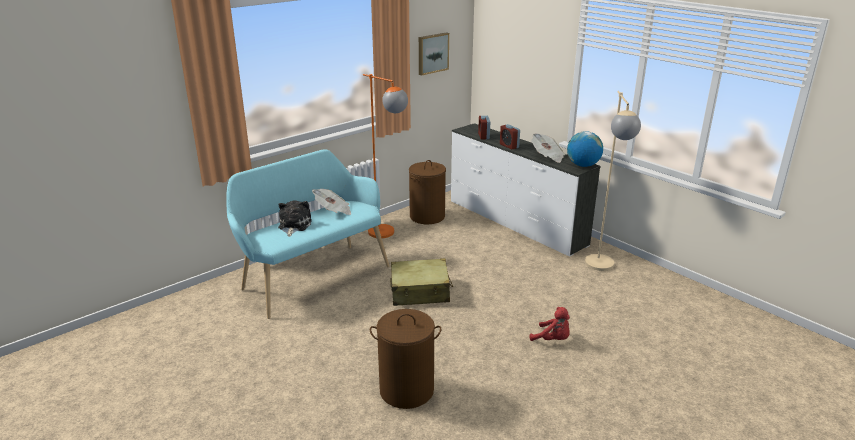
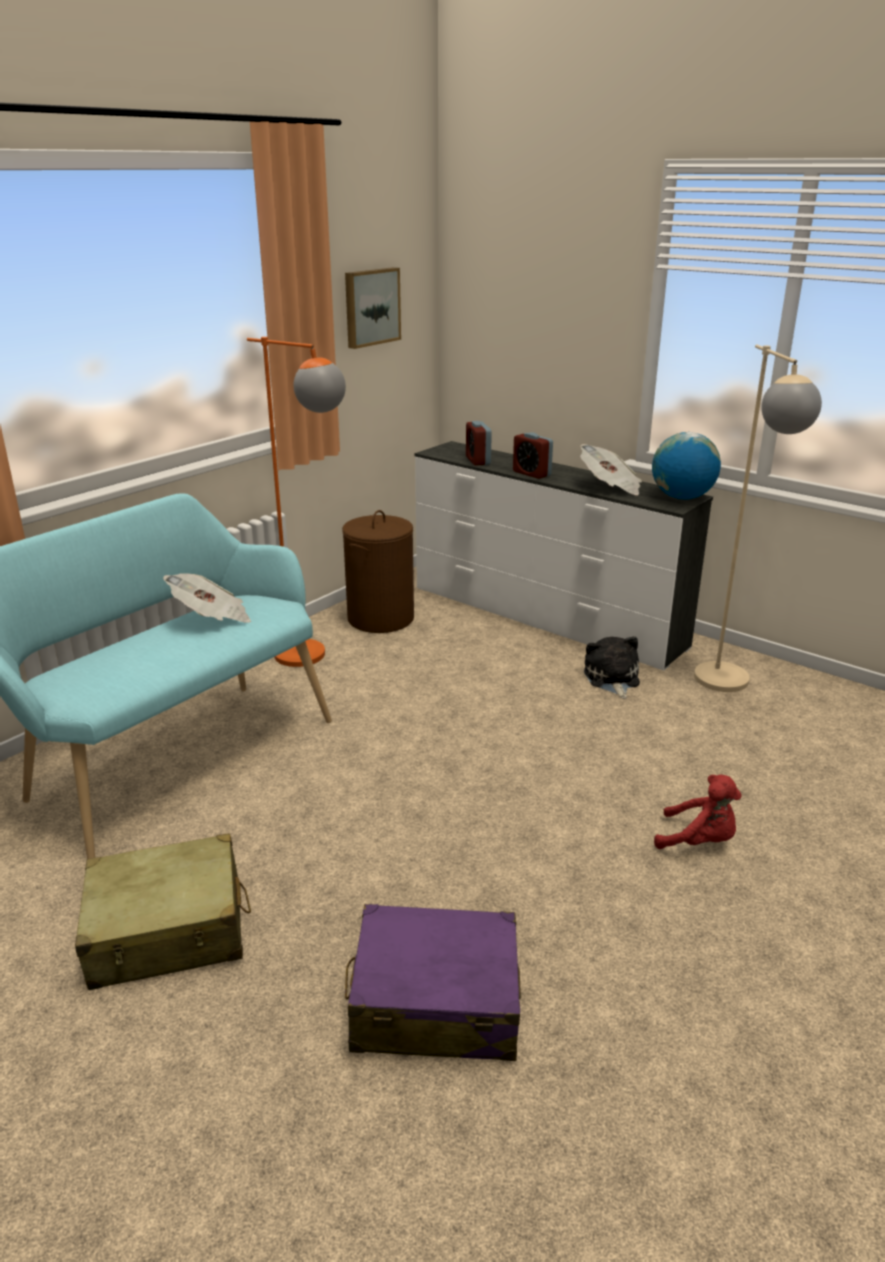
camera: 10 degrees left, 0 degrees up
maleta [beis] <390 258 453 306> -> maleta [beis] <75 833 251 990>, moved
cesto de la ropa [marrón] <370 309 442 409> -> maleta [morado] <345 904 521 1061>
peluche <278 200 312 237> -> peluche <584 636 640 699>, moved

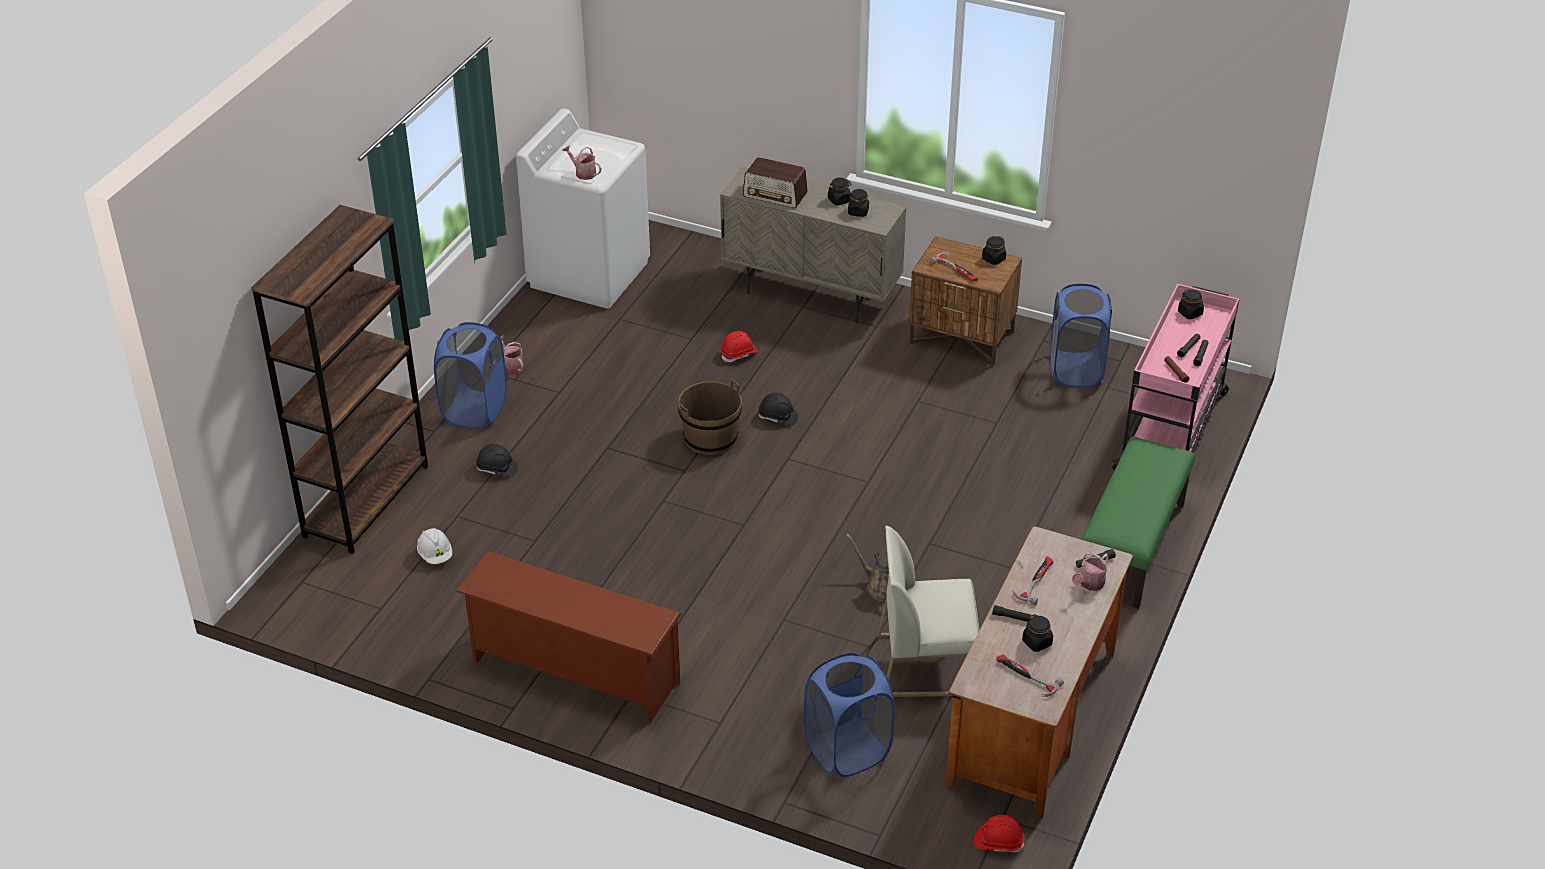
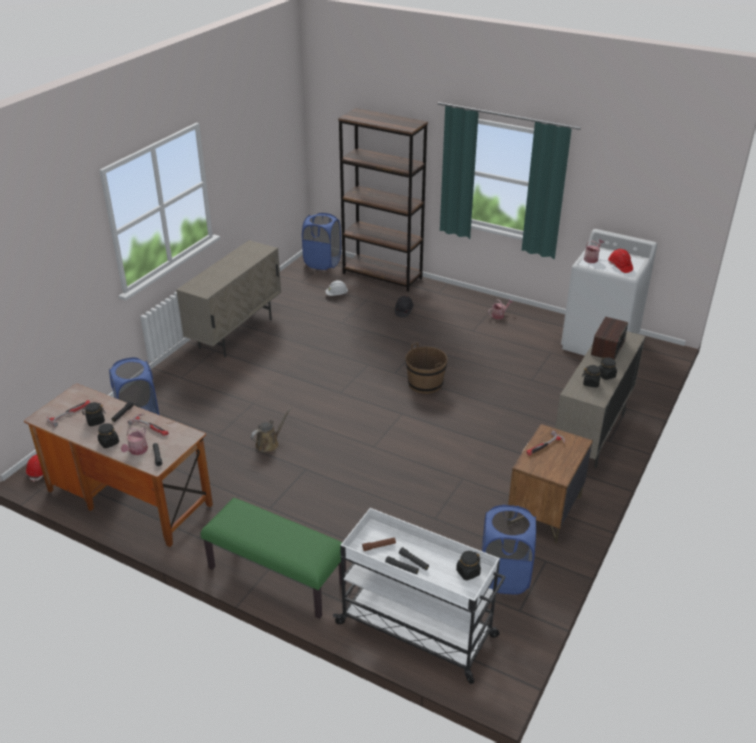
camera: 95 degrees right, 5 degrees down
tarro [negro] <982 236 1006 265> -> tarro [negro] <98 423 119 448>, moved
regadera <1072 552 1109 591> -> regadera <121 427 148 455>, 120 degrees counterclockwise
zapatero [marrón] <456 551 681 723> -> armario [beis] <176 240 281 358>
cesto de la ropa [azul] <434 322 506 429> -> cesto de la ropa [azul] <302 213 341 270>, moved
carrito [rosa] <1111 284 1239 482> -> carrito [blanco] <333 508 506 684>
casco [rojo] <721 331 758 362> -> casco [rojo] <608 249 633 273>, moved
casco [negro] <758 393 798 426> -> none
silla [blanco] <878 526 980 697> -> none

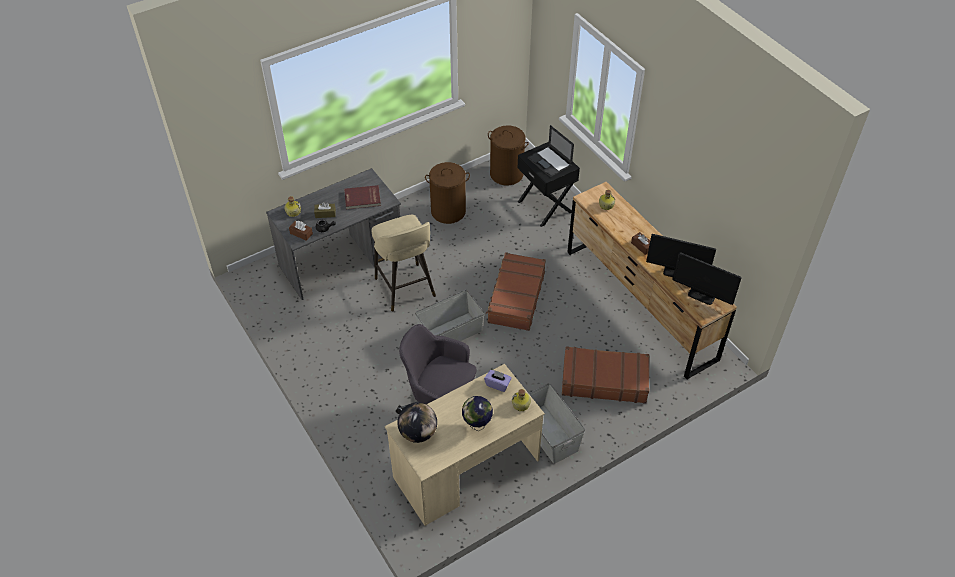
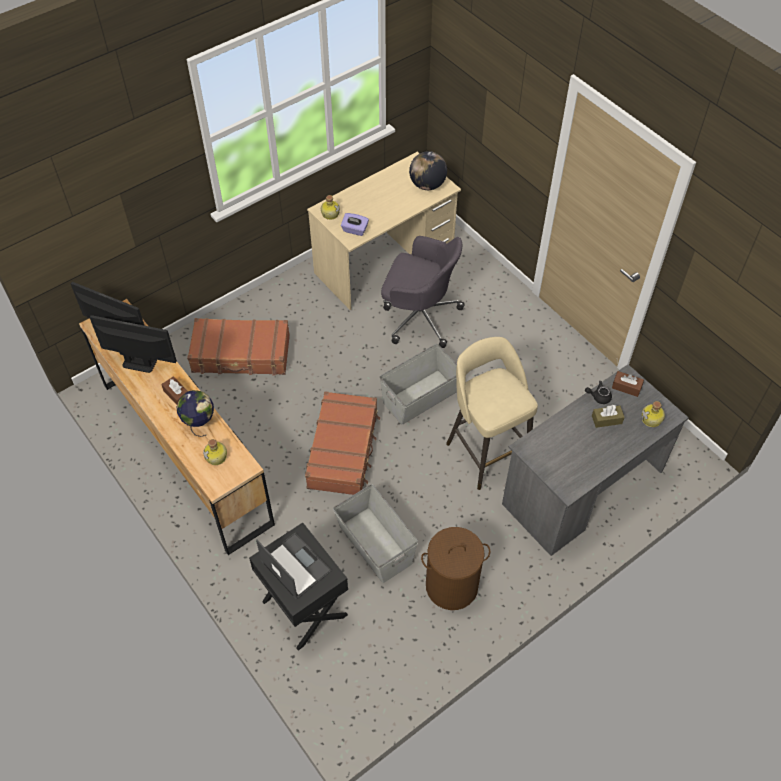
camera: 175 degrees right, 5 degrees up
globo terráqueo <462 396 493 431> -> globo terráqueo <177 390 214 437>, moved
caja de almacenaje [gris] <529 383 585 464> -> caja de almacenaje [gris] <333 484 418 583>, moved
libro [rojo] <344 185 381 209> -> none
cesto de la ropa [marrón] <488 125 529 185> -> none

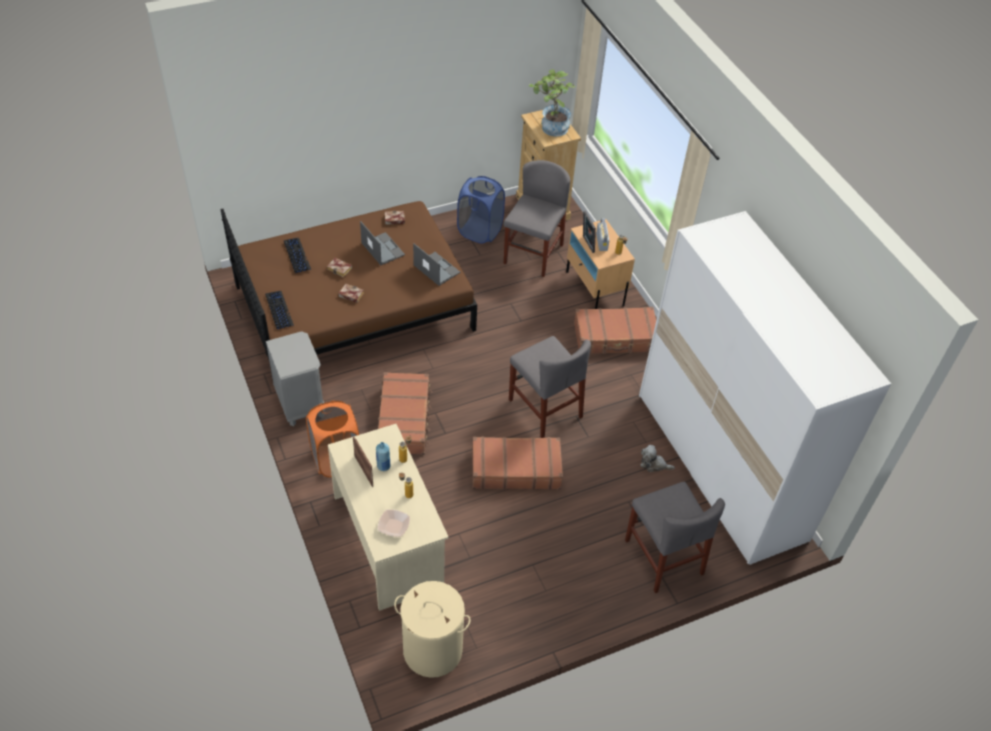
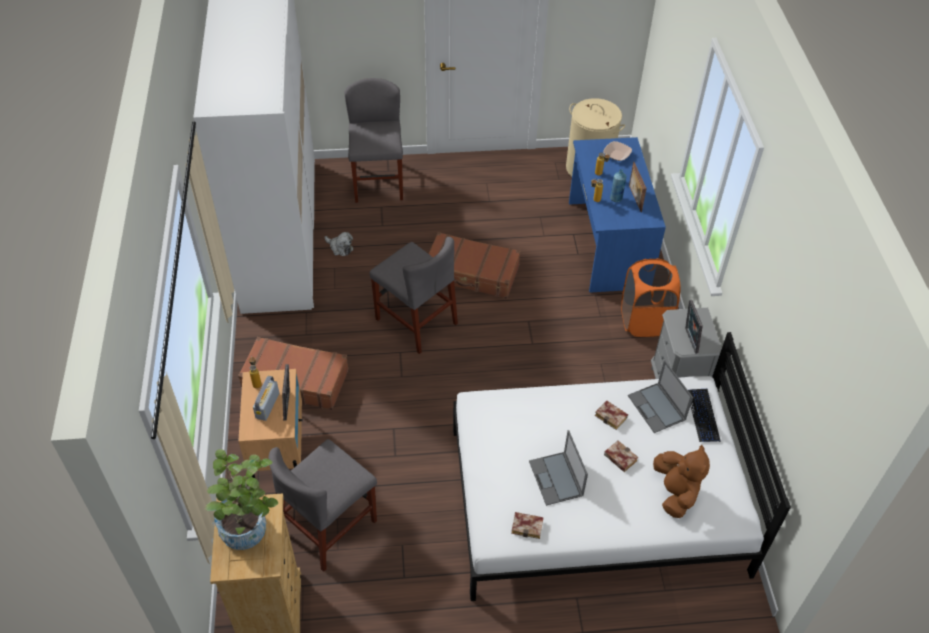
camera: 160 degrees left, 0 degrees up
silla [gris] <509 336 591 438> -> silla [gris] <370 237 458 354>, 150 degrees clockwise
cama [marrón] <220 201 477 379> -> cama [blanco] <453 332 791 601>
escritorio [beis] <328 424 449 611> -> escritorio [azul] <569 137 666 293>
portátil <413 243 460 286> -> portátil <628 360 693 433>, moved
teclado <284 238 311 274> -> peluche [marrón] <653 445 710 518>
none -> portarretratos <685 300 703 354>
maleta [marrón] <378 372 433 455> -> none
cesto de la ropa [azul] <457 176 505 244> -> none

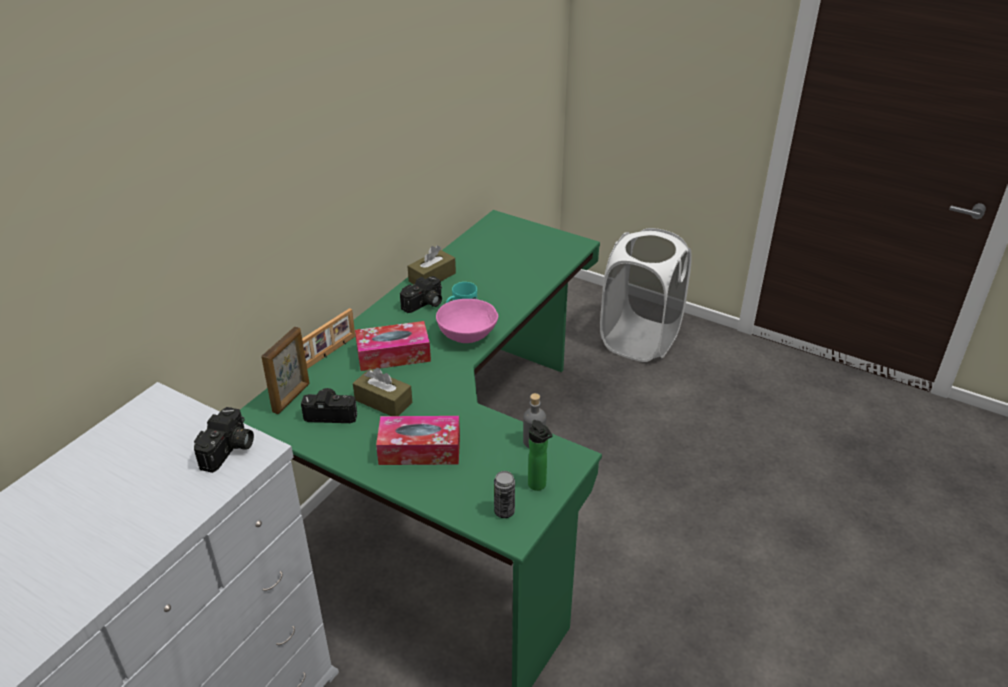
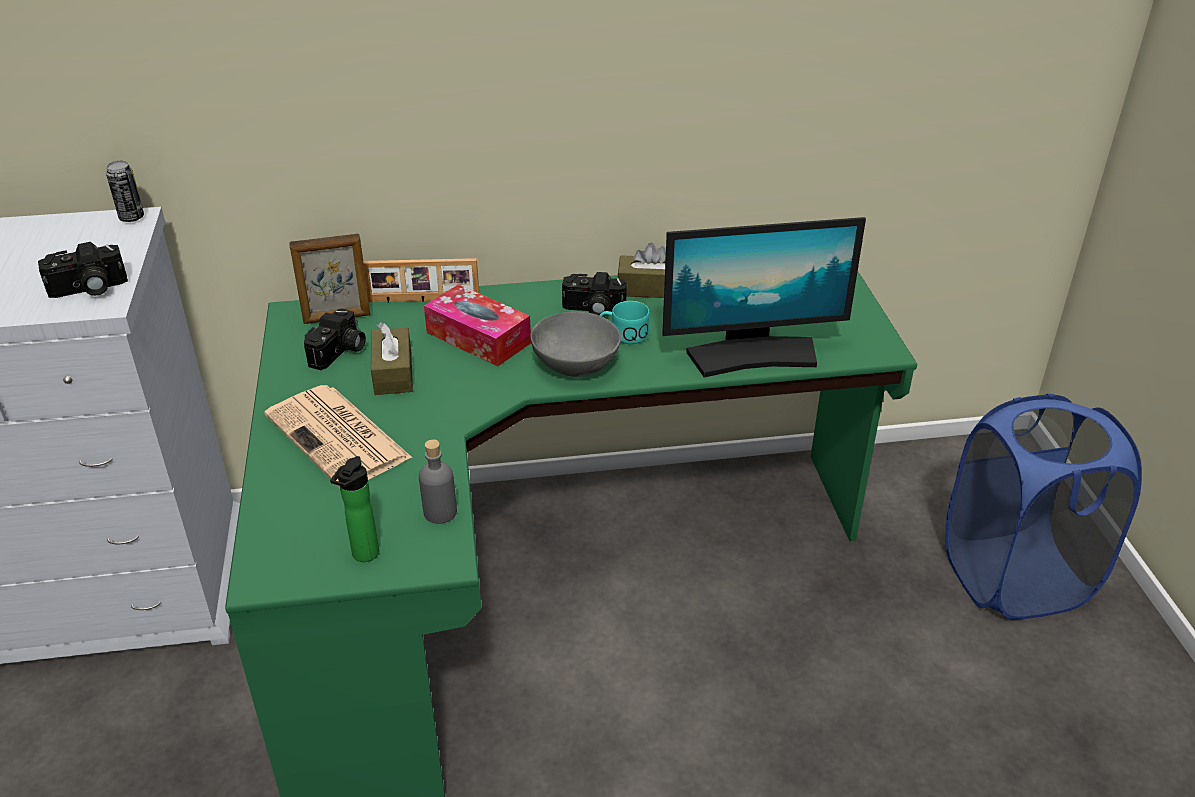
camera: 50 degrees right, 0 degrees up
lata <494 471 515 518> -> lata <106 161 144 222>, moved
caja de pañuelos <376 416 460 465> -> periódico <264 385 413 488>
cámara <301 388 357 423> -> cámara <304 309 366 370>, 60 degrees clockwise
cuenco [rosa] <436 299 498 343> -> cuenco [gris] <530 311 621 377>
none -> monitor <662 217 866 377>
cesto de la ropa [blanco] <600 228 692 362> -> cesto de la ropa [azul] <946 394 1142 620>

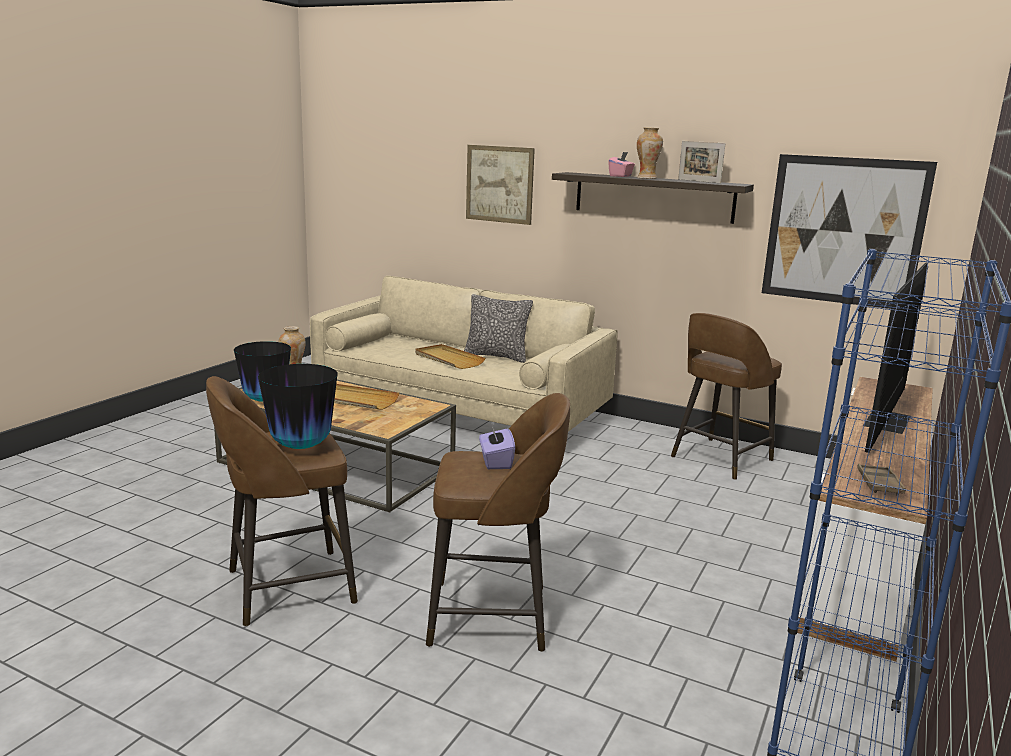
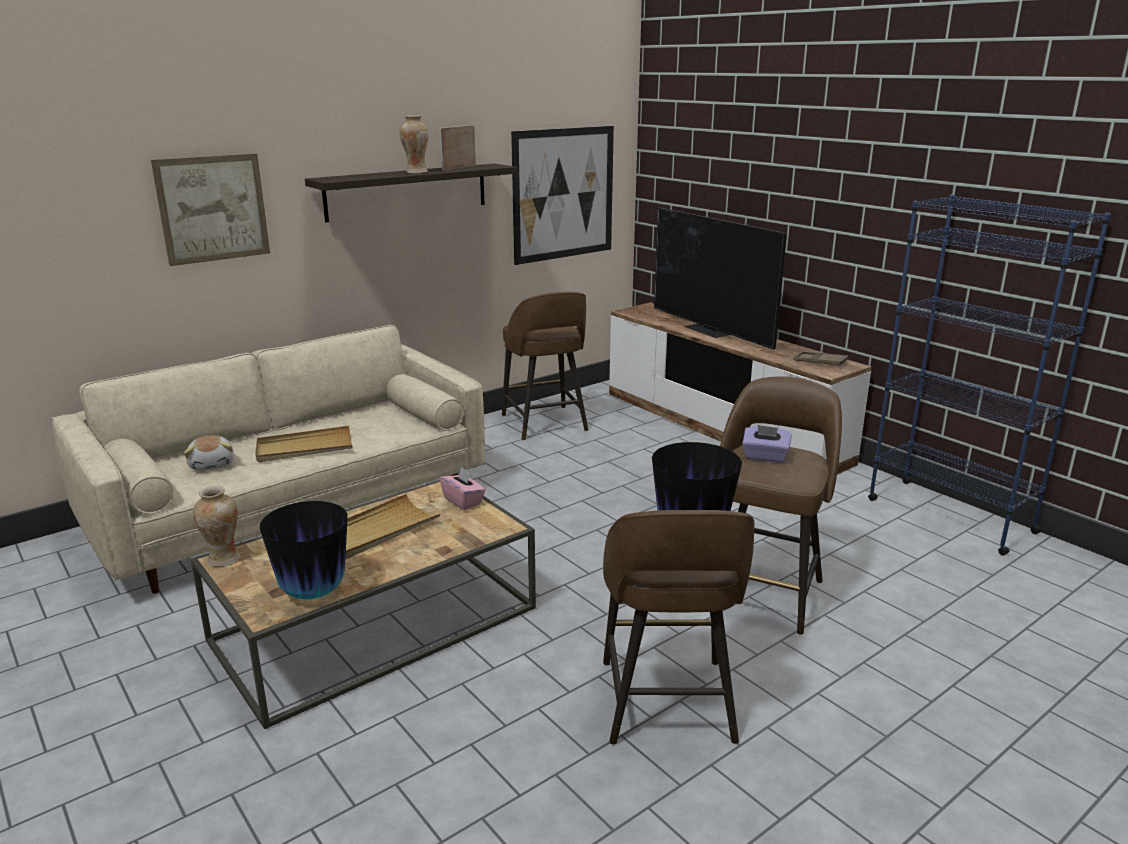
camera: 65 degrees left, 5 degrees up
none -> peluche <184 435 234 471>
portarretratos <678 141 726 184> -> portarretratos <440 125 476 170>, 135 degrees clockwise
caja de pañuelos [rosa] <608 152 635 177> -> caja de pañuelos [rosa] <440 467 485 510>, moved
cojín <464 294 533 363> -> none

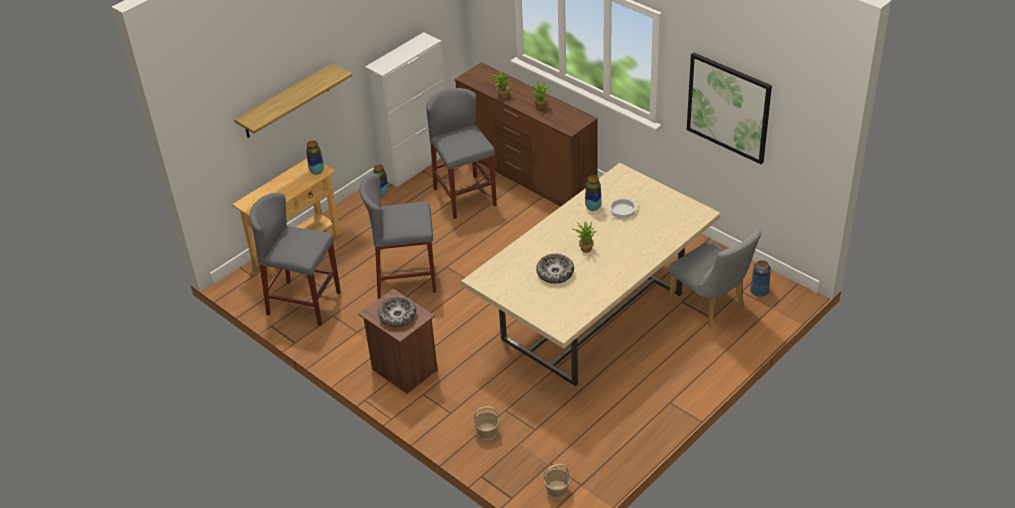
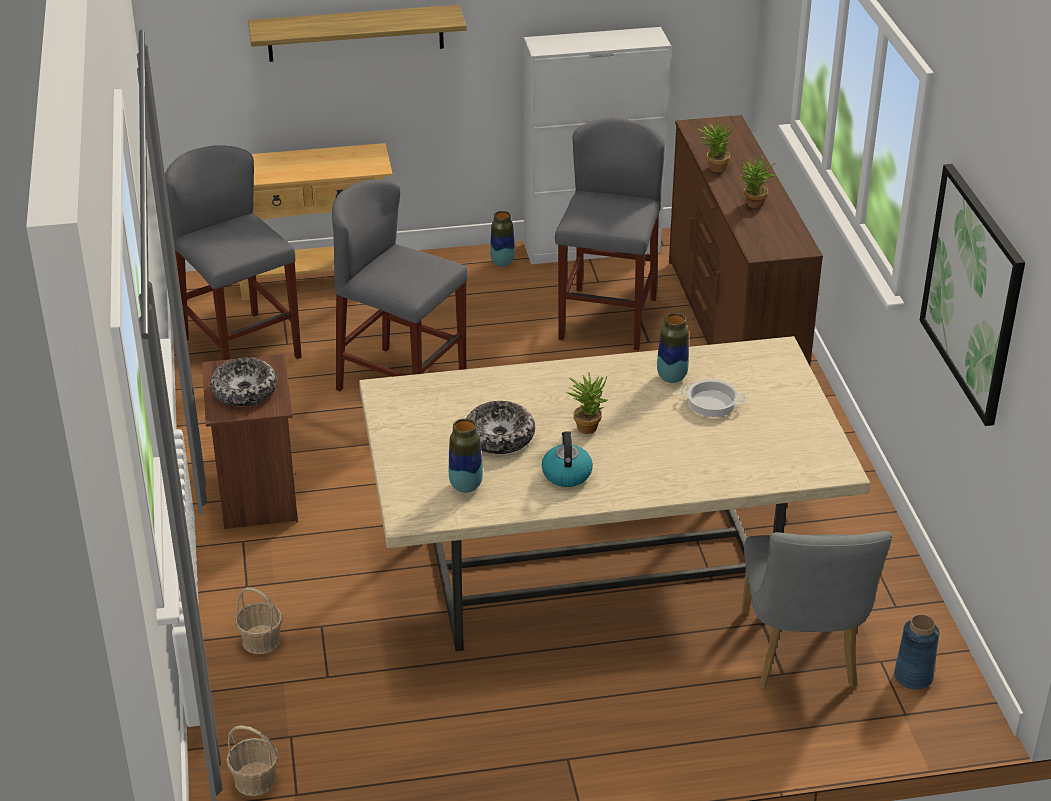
camera: 35 degrees right, 5 degrees down
florero <306 141 324 175> -> florero <449 419 483 493>, moved
none -> hervidor <542 431 593 487>

